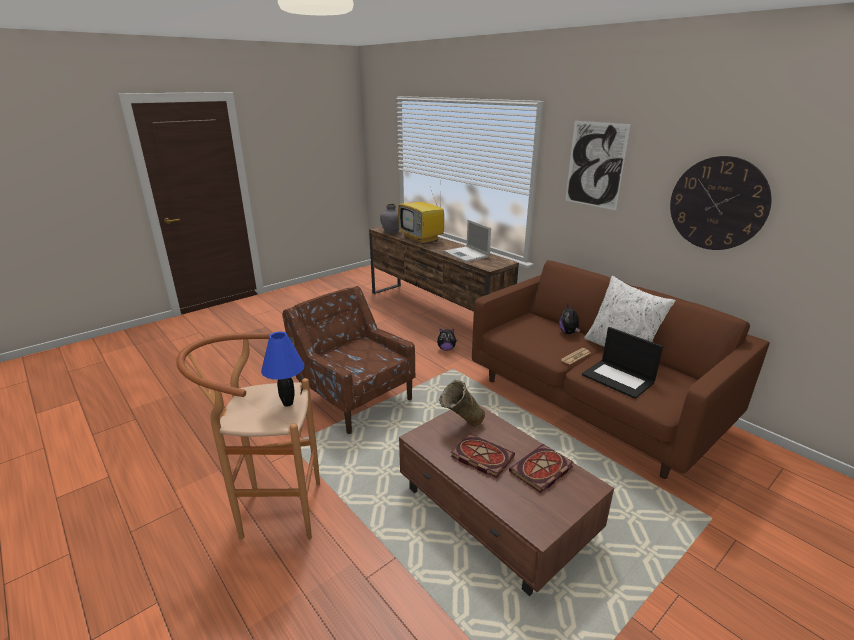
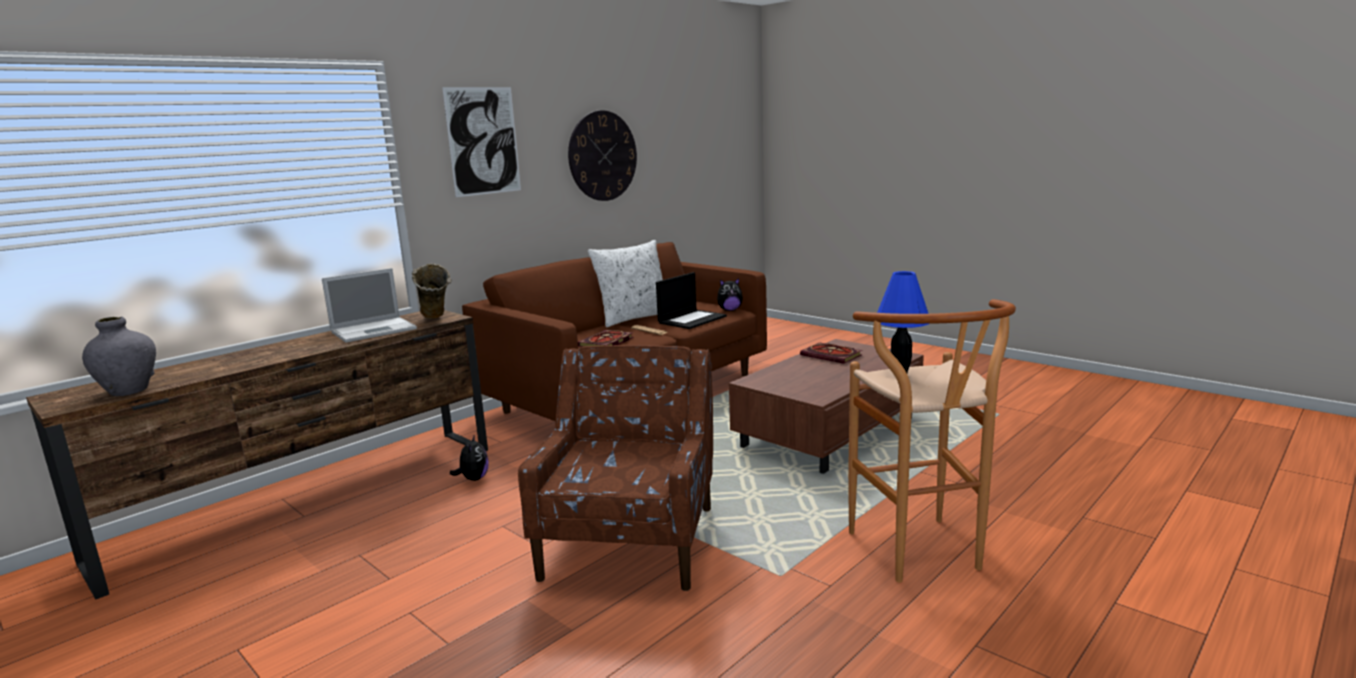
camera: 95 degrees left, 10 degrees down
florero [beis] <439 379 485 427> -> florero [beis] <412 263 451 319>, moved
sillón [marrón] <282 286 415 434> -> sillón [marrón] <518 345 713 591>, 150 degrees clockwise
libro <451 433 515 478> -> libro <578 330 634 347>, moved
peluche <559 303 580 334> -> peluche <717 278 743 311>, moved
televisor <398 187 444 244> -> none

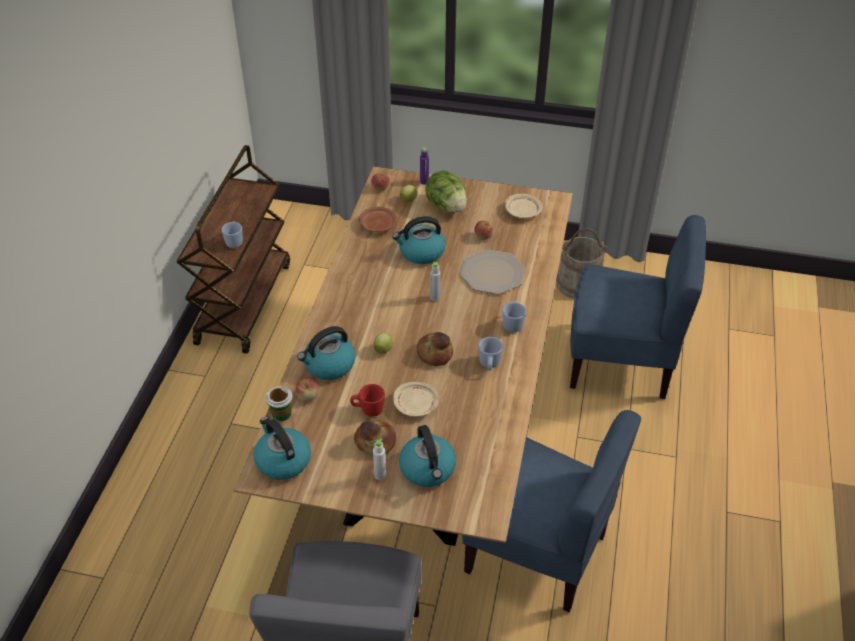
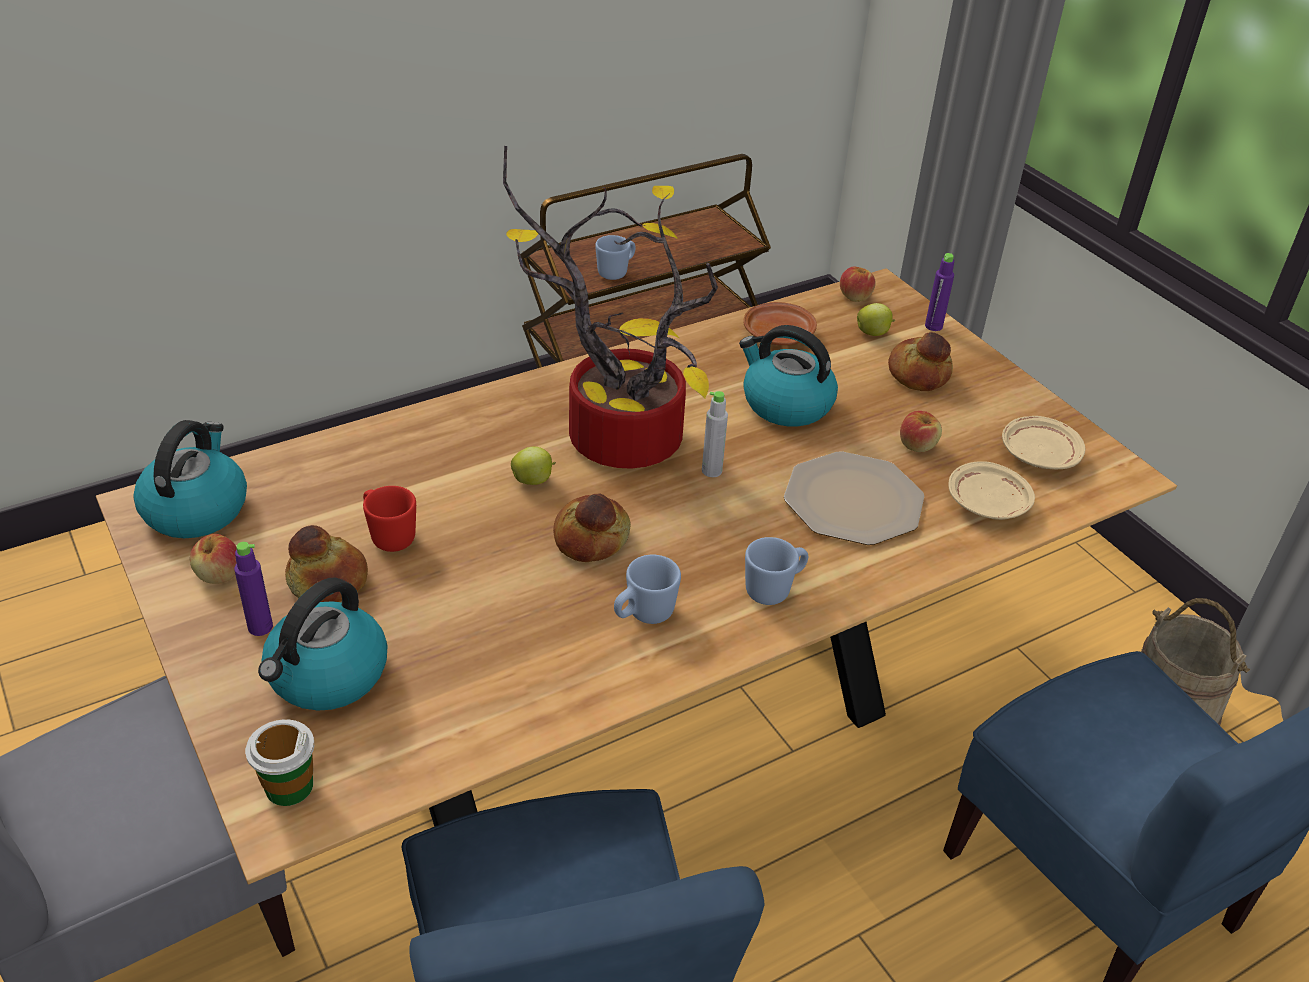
camera: 45 degrees right, 5 degrees down
manzana <296 379 319 402> -> manzana <190 534 237 584>, moved
botella [blanco] <373 438 386 480> -> botella [morado] <234 542 273 636>
taza <265 386 293 421> -> taza <245 720 314 806>, moved
none -> planta en maceta <503 146 718 469>
lechuga <425 170 467 212> -> pan <888 332 953 391>
plato [beis] <393 382 438 417> -> plato [beis] <948 461 1035 520>, moved
hervidor <297 326 356 380> -> none

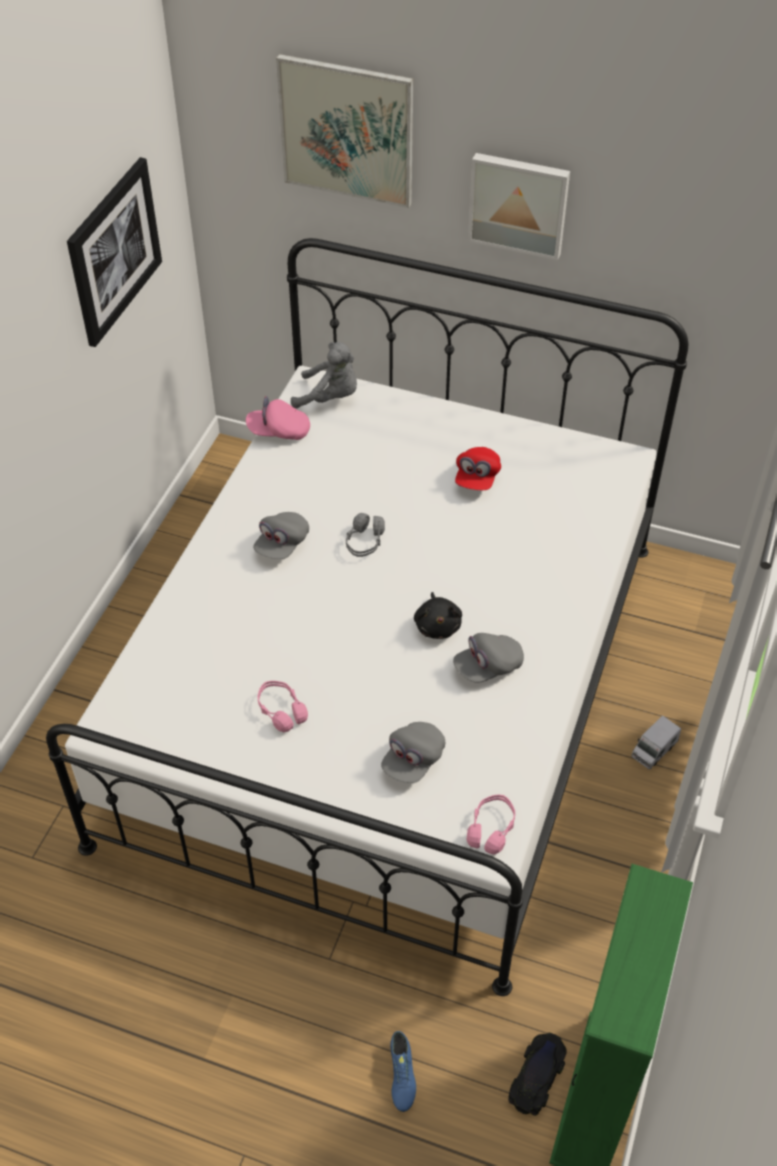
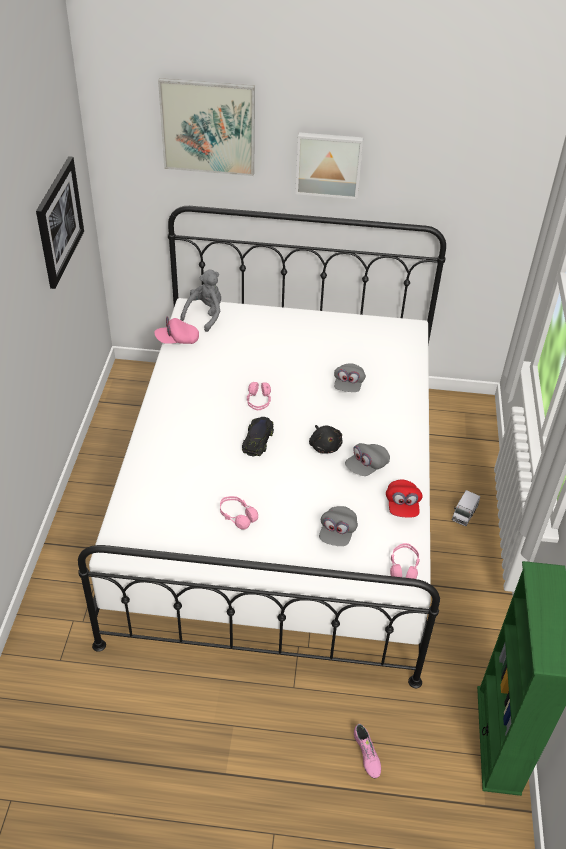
camera: 15 degrees left, 5 degrees down
peluche [gris] <291 342 357 409> -> peluche [gris] <180 269 221 332>, 60 degrees counterclockwise
coche de juguete [negro] <508 1033 566 1116> -> coche de juguete [negro] <242 417 274 456>, moved
auriculares [gris] <346 513 385 557> -> auriculares [rosa] <247 382 271 410>
gorra [gris] <253 512 309 559> -> gorra [gris] <334 363 366 392>, moved
zapato [azul] <390 1031 416 1112> -> zapato [rosa] <354 724 381 779>
gorra [rojo] <455 447 501 490> -> gorra [rojo] <386 479 423 518>, moved

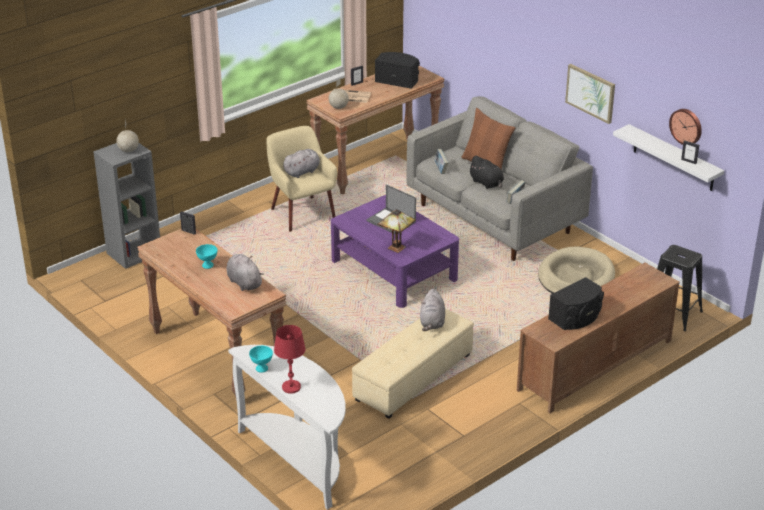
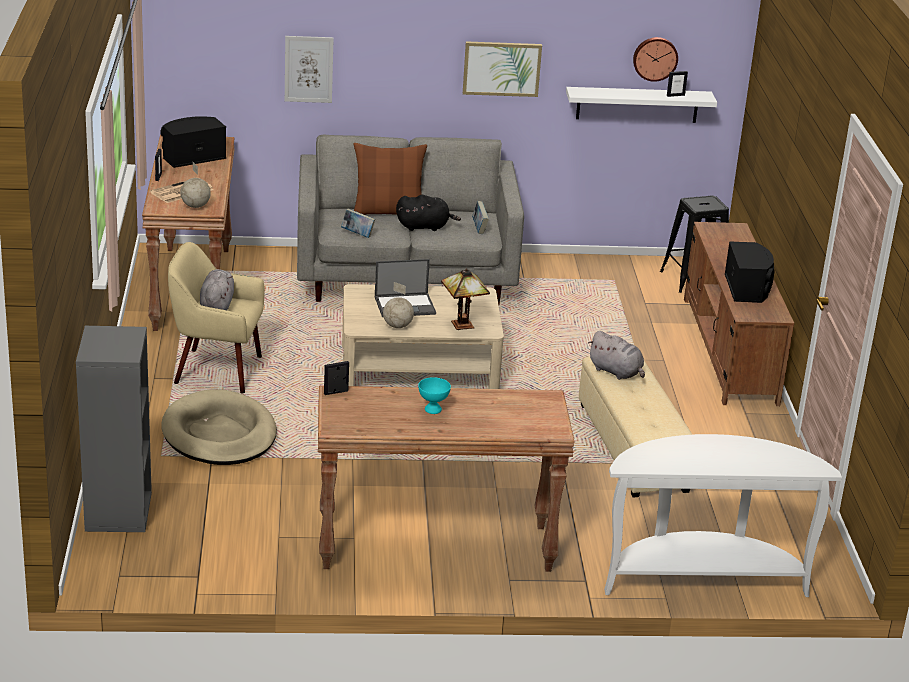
camera: 55 degrees left, 5 degrees down
cama para perro [beis] <538 247 615 294> -> cama para perro [beis] <161 389 277 465>, moved
none -> cuadro <285 36 334 103>
mesa de centro [morado] <331 195 459 308> -> mesa de centro [beis] <342 284 504 389>
globo terráqueo <116 119 139 152> -> globo terráqueo <383 282 414 328>, moved
peluche [gris] <226 254 264 291> -> none
cuenco [turquesa] <249 346 273 373> -> none
lámpara de mesa [rojo] <274 325 306 394> -> none

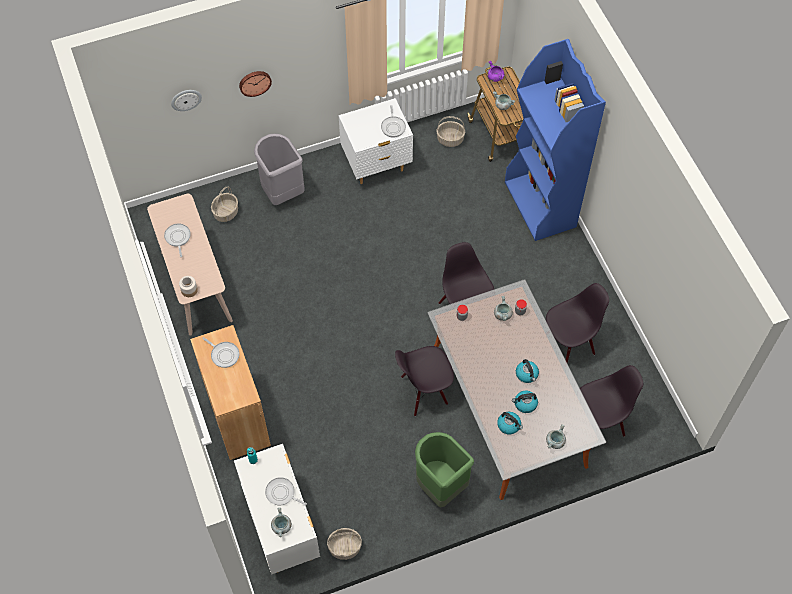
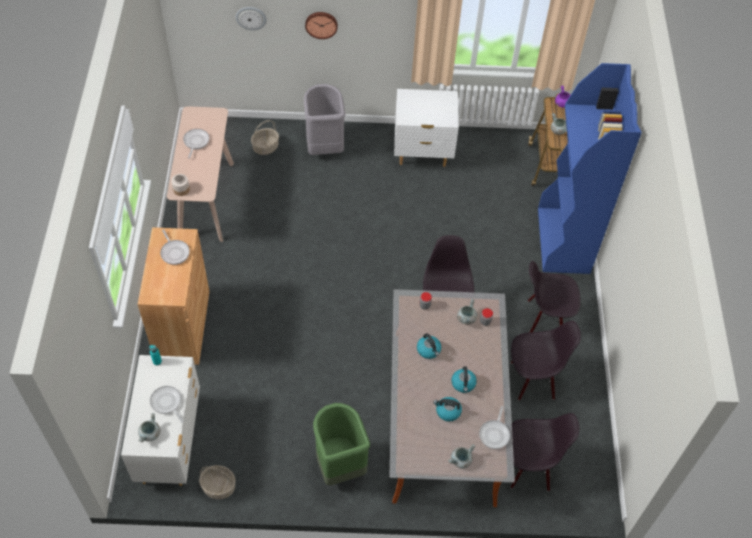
camera: 20 degrees right, 5 degrees down
hervidor <497 412 523 434> -> hervidor <417 333 441 359>, moved
sartén <381 105 406 137> -> sartén <479 406 510 449>, moved
silla [negro] <395 346 454 416> -> silla [negro] <528 261 581 332>, moved
cesta <436 116 465 147> -> none

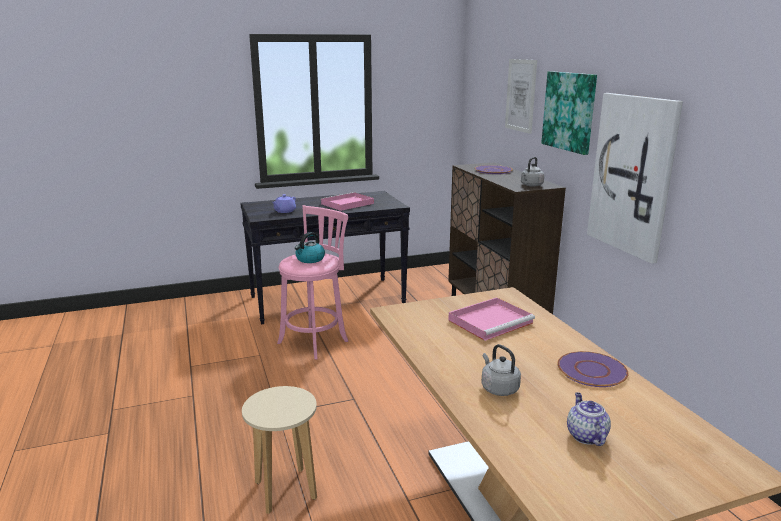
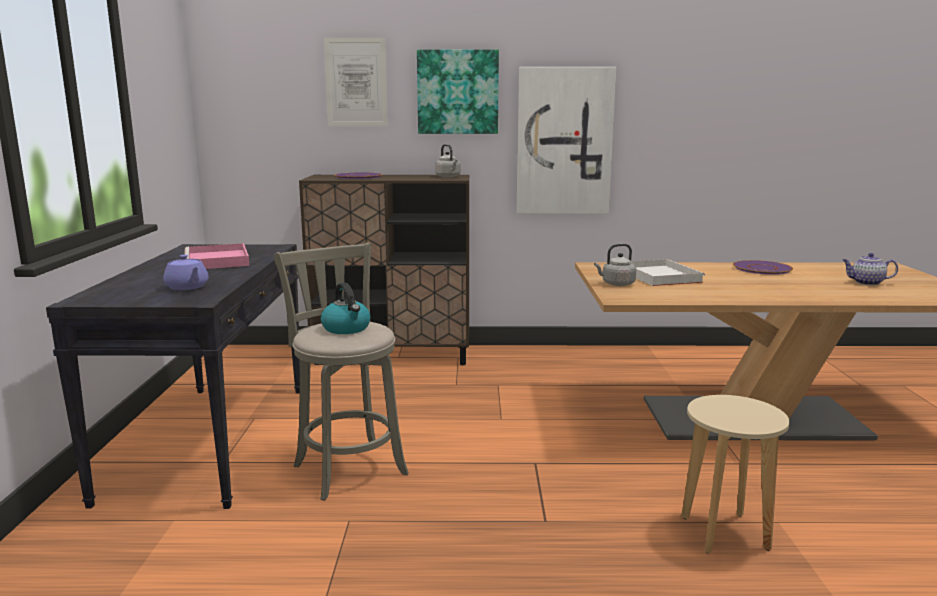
camera: 70 degrees left, 5 degrees down
taburete [rosa] <277 205 348 360> -> taburete [gris] <274 243 409 501>
hervidor [gris] <481 344 521 396> -> hervidor [gris] <594 244 636 286>, moved
bandeja [rosa] <448 297 535 341> -> bandeja [blanco] <631 259 705 286>

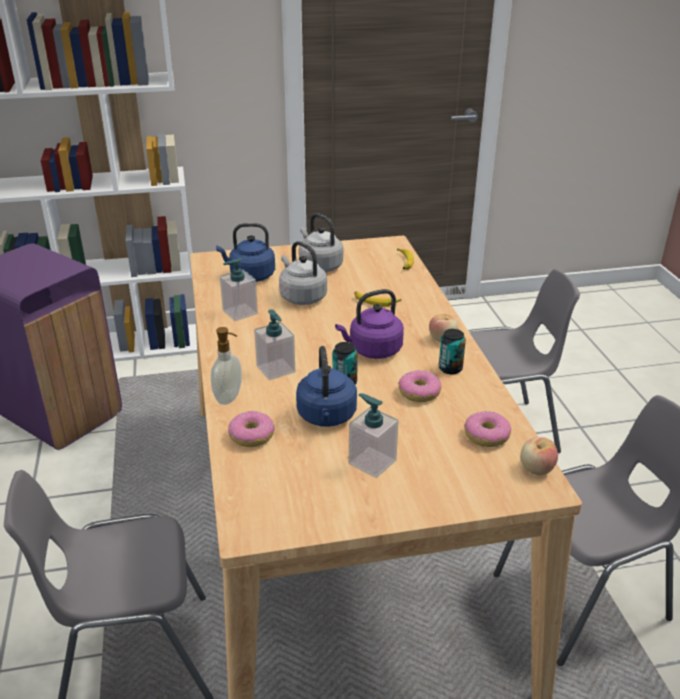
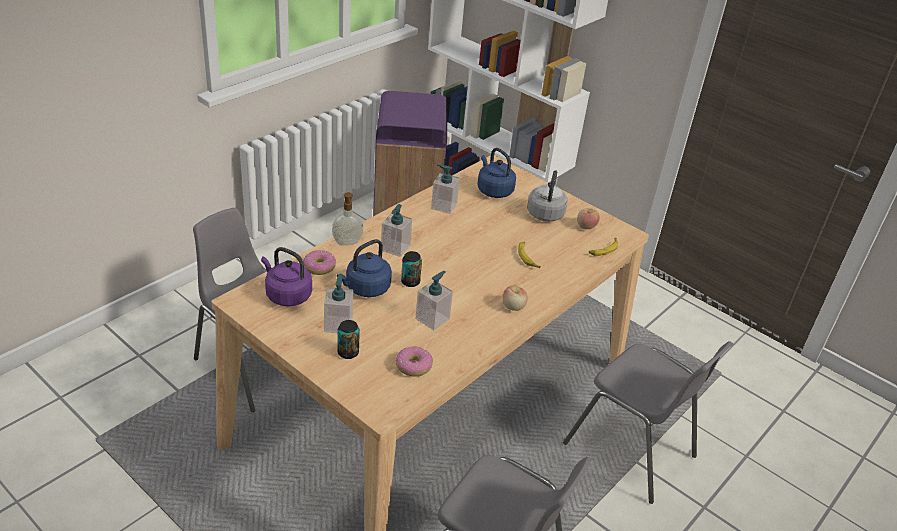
camera: 50 degrees right, 5 degrees up
hervidor [morado] <335 289 404 359> -> hervidor [morado] <261 247 312 306>, moved
lata <439 329 466 374> -> lata <337 320 360 359>, moved
rosquilla <398 370 441 402> -> dispensador de jabón <416 271 453 330>
manzana <521 437 558 475> -> manzana <577 208 600 229>, moved
hervidor [gris] <279 241 327 305> -> none

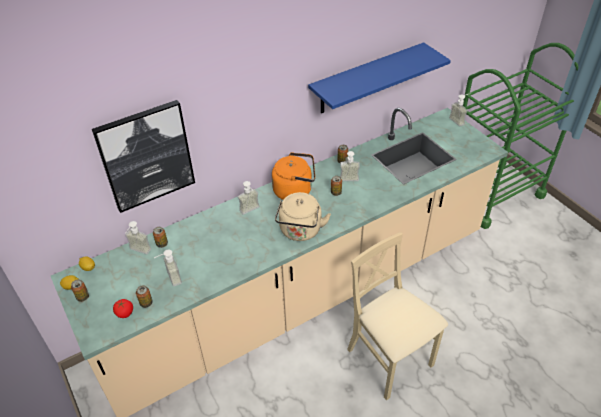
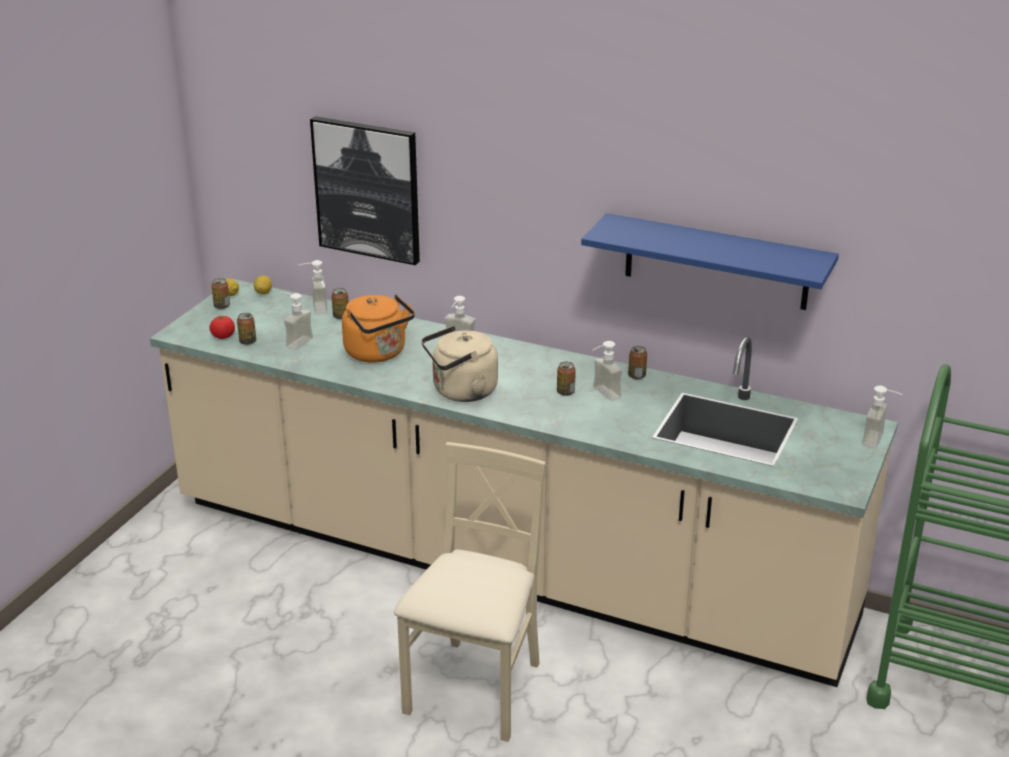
camera: 55 degrees right, 15 degrees down
hervidor [naranja] <272 152 315 200> -> hervidor [naranja] <342 294 415 363>, moved

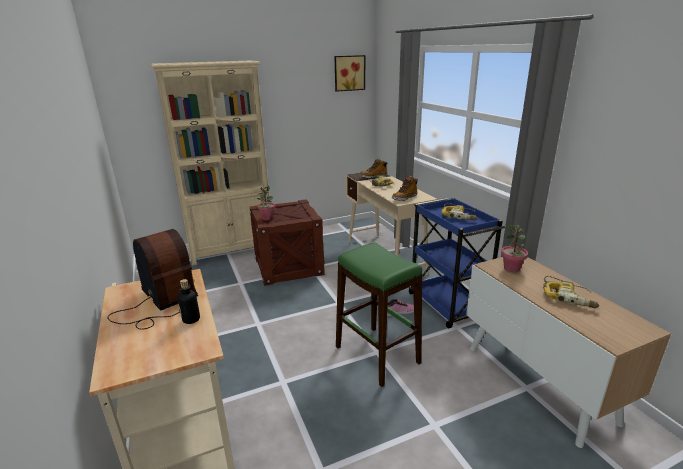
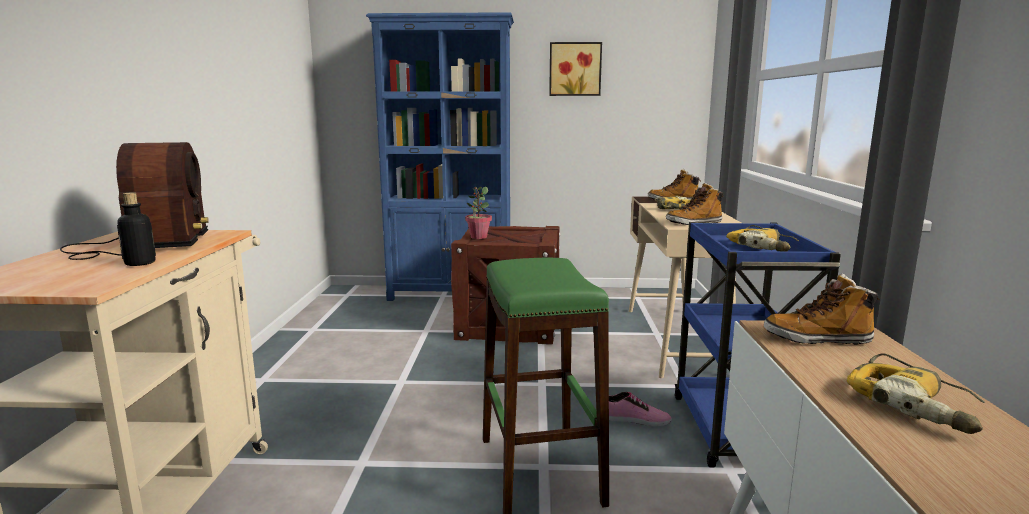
camera: 25 degrees right, 10 degrees down
estantería [beis] <151 61 270 265> -> estantería [azul] <366 12 514 301>
cuadro <334 55 365 92> -> cuadro <549 42 602 96>, moved
planta en maceta <501 225 528 272> -> bota <764 273 881 345>

